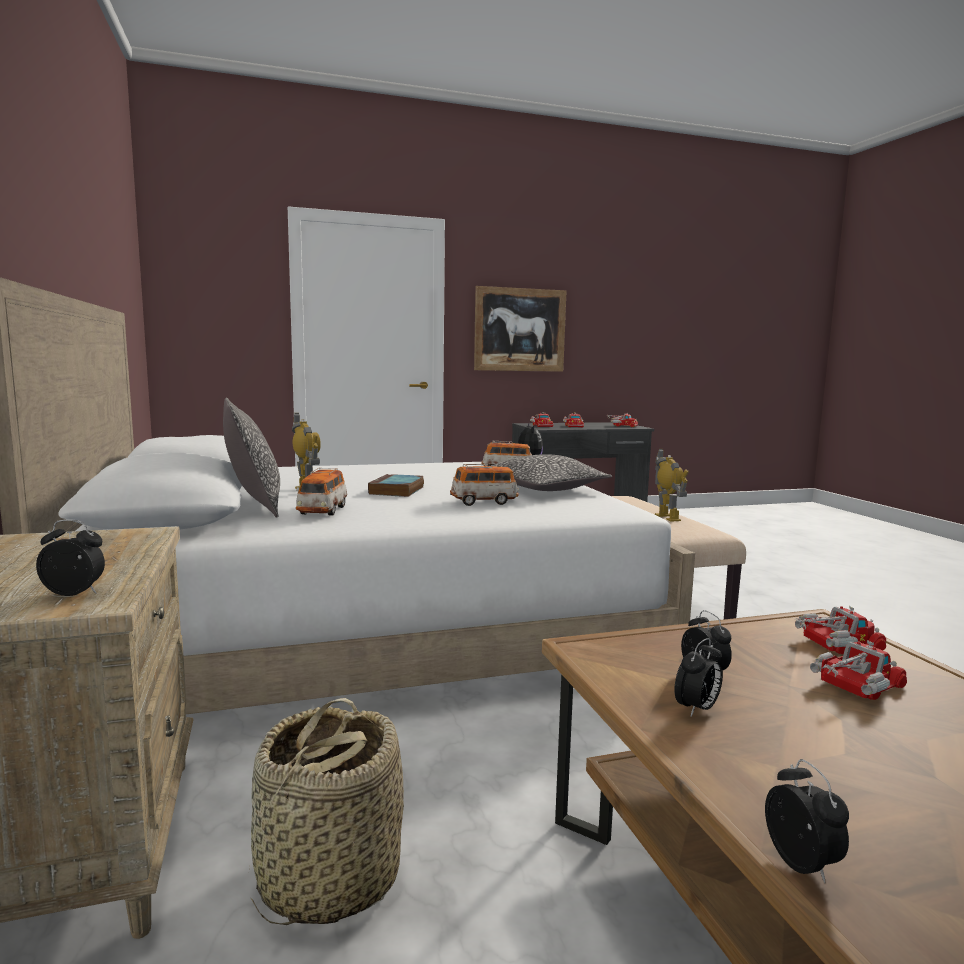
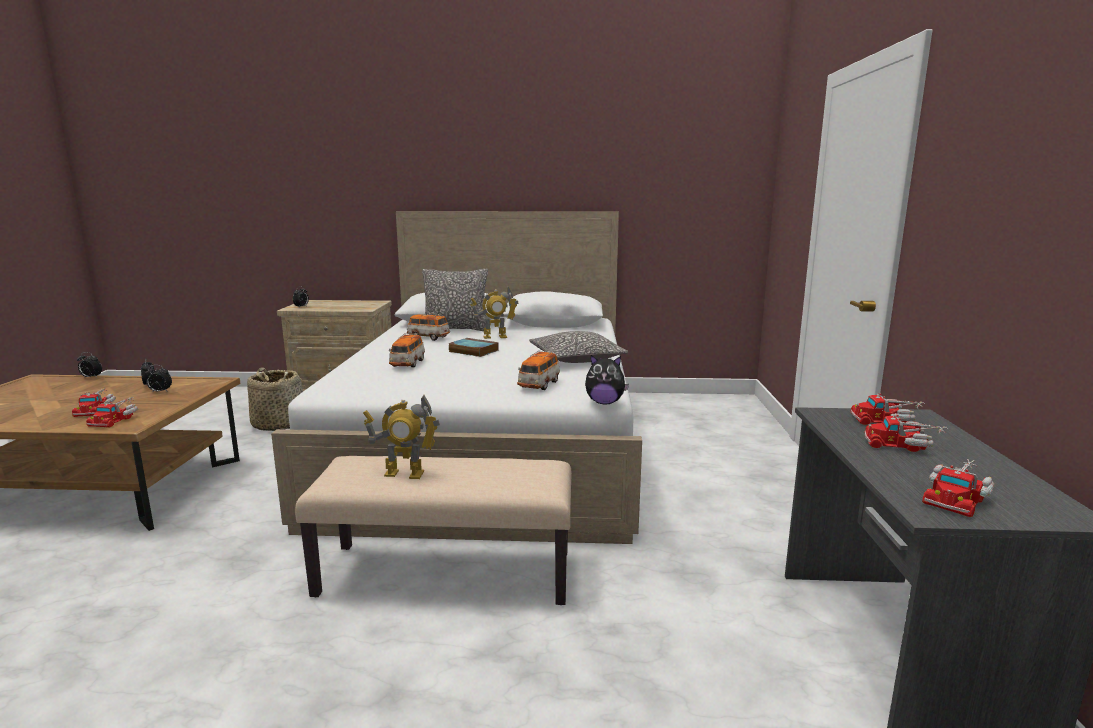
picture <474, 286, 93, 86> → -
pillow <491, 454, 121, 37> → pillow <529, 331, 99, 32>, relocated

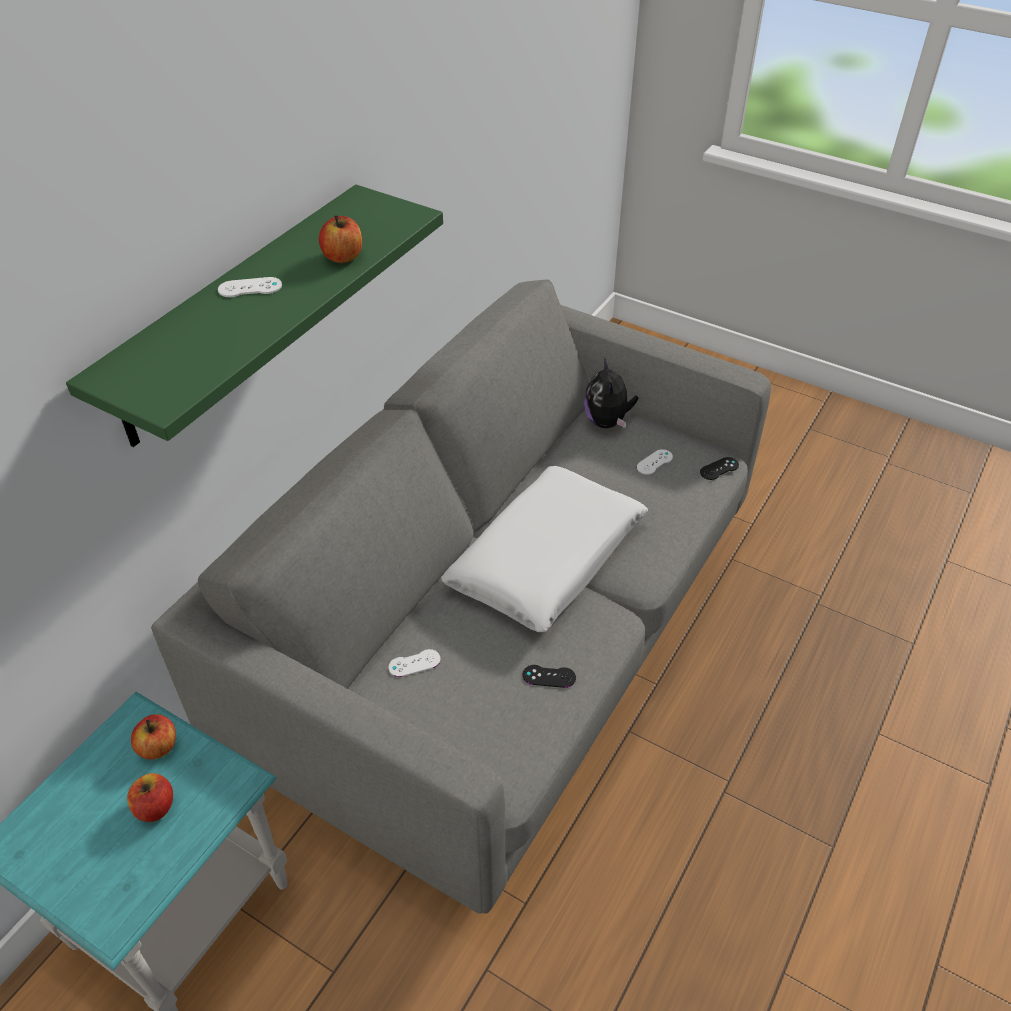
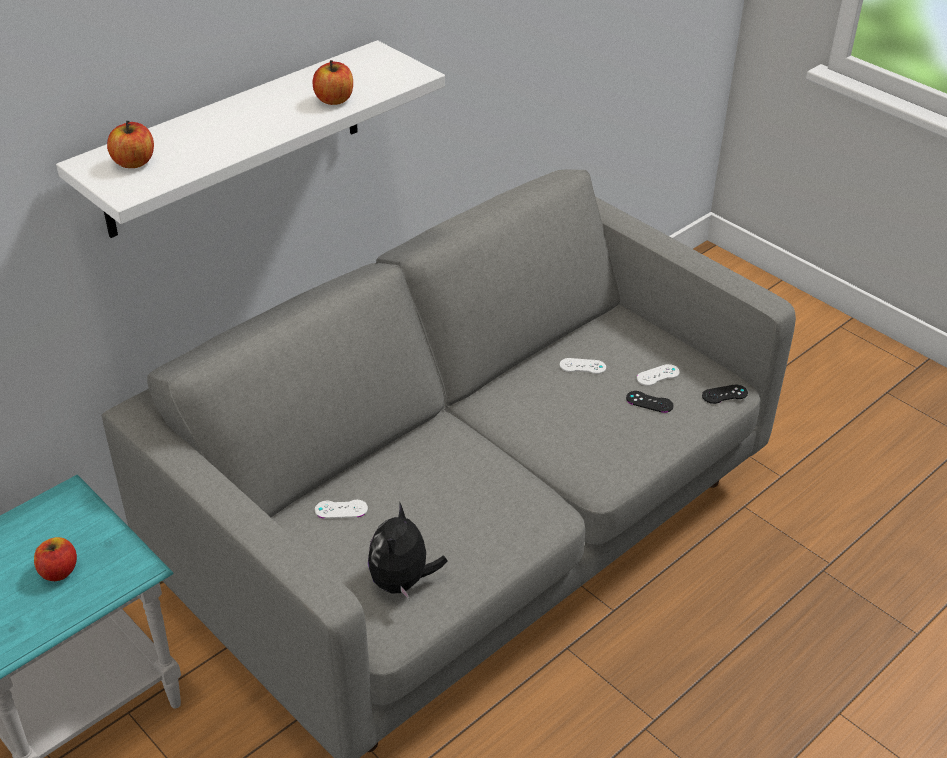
white pillow <441, 466, 207, 166> → -
apple <131, 714, 45, 45> → apple <107, 121, 47, 47>, relocated
white game controller <218, 277, 64, 20> → white game controller <560, 358, 46, 16>, relocated
black game controller <523, 665, 53, 23> → black game controller <626, 391, 48, 22>, relocated
plush toy <584, 358, 54, 70> → plush toy <368, 501, 80, 98>, relocated
green shelf <66, 185, 377, 262> → white shelf <56, 40, 389, 198>

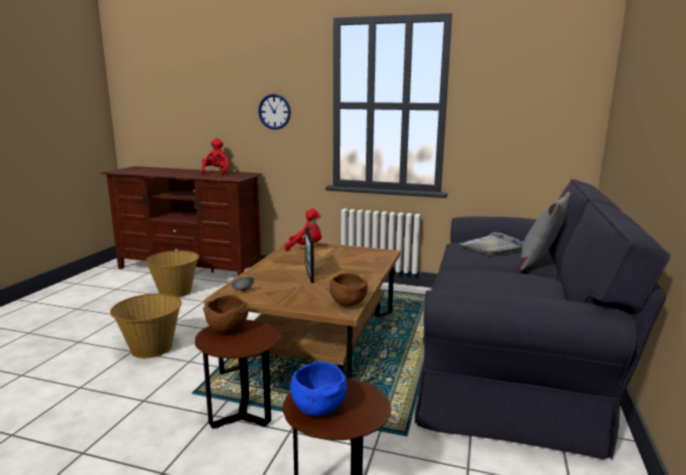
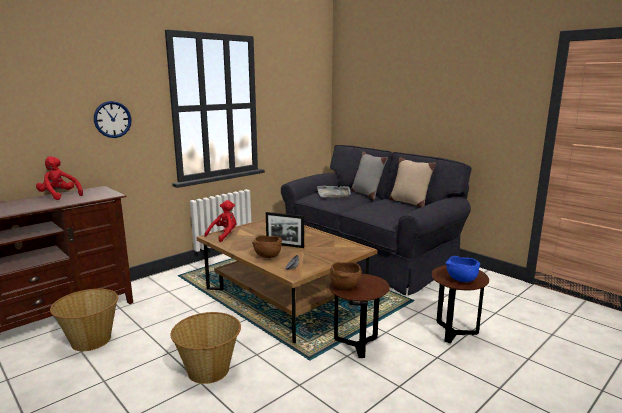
- → beige pillow <389, 157, 47, 51>
brown bowl <330, 273, 38, 33> → brown bowl <252, 235, 30, 23>, relocated

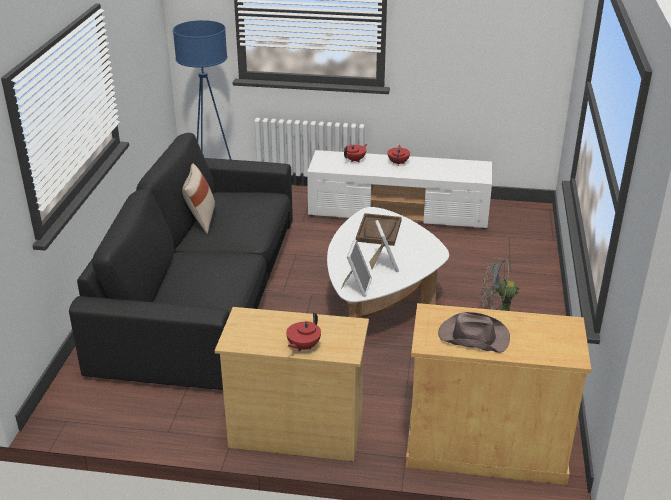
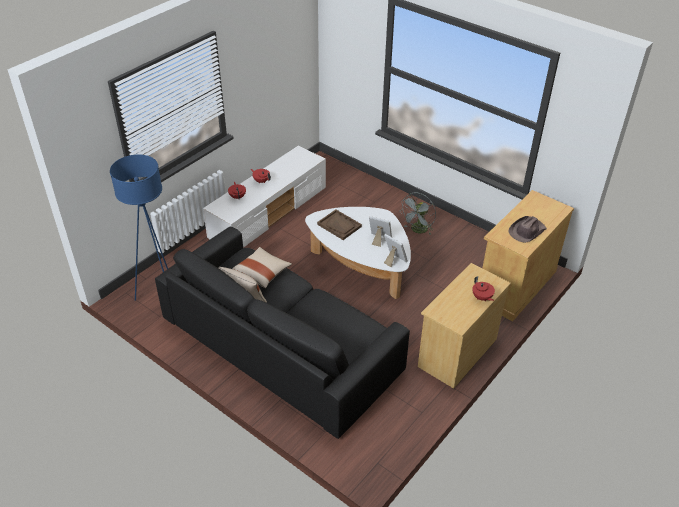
- → beige pillow <232, 247, 60, 41>

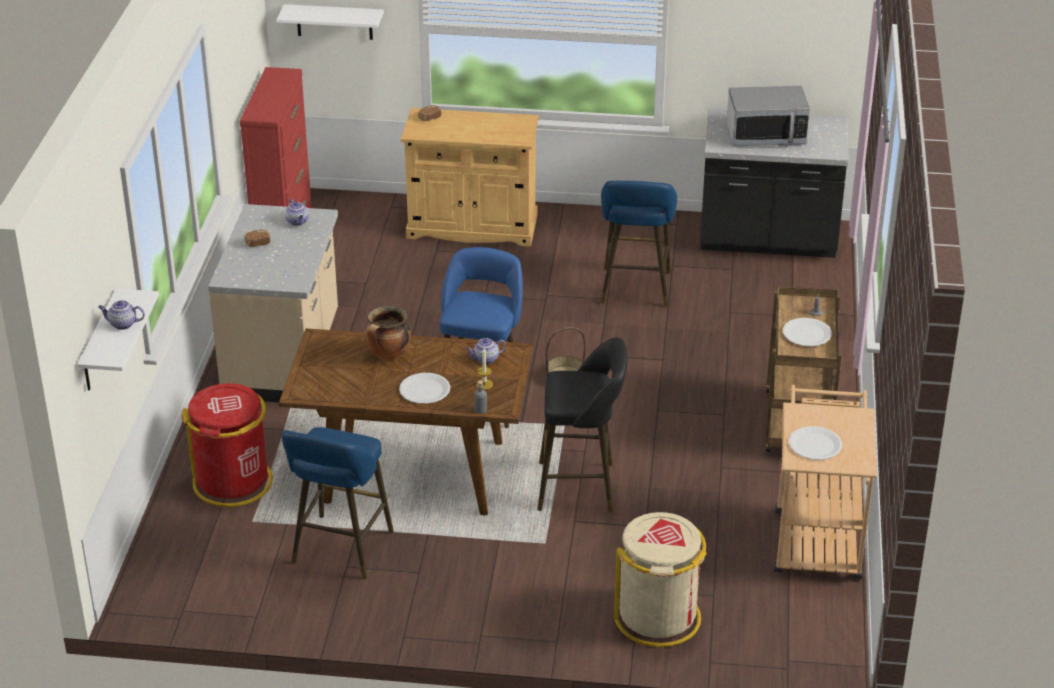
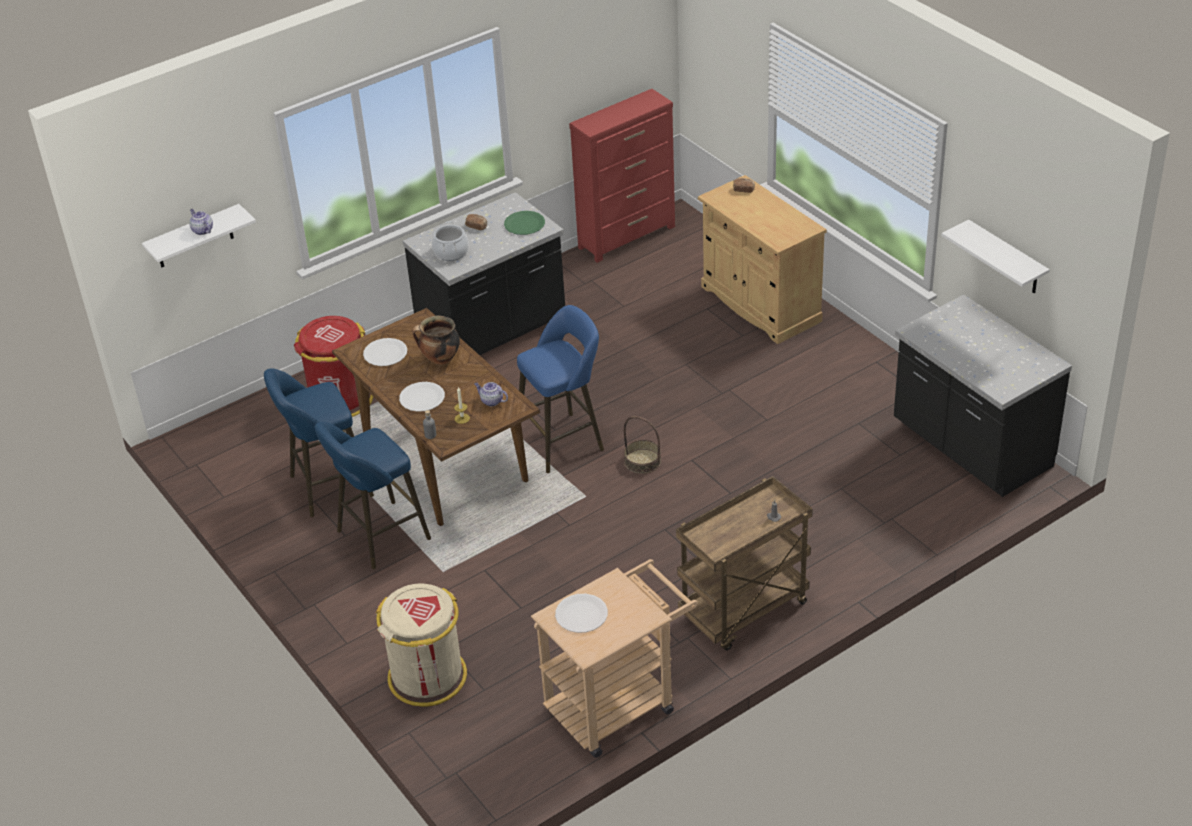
black stool <537, 337, 91, 175> → -
microwave <727, 86, 83, 60> → -
- → cooking pot <432, 221, 37, 40>
white shelf <276, 4, 108, 36> → white shelf <941, 219, 109, 74>, relocated
blue stool <600, 181, 77, 126> → blue stool <314, 422, 117, 147>, relocated
white plate <783, 318, 49, 29> → white plate <363, 338, 44, 28>, relocated
teapot <285, 199, 24, 27> → green plate <504, 211, 41, 24>
beige counter <208, 204, 130, 198> → black counter <403, 192, 162, 163>

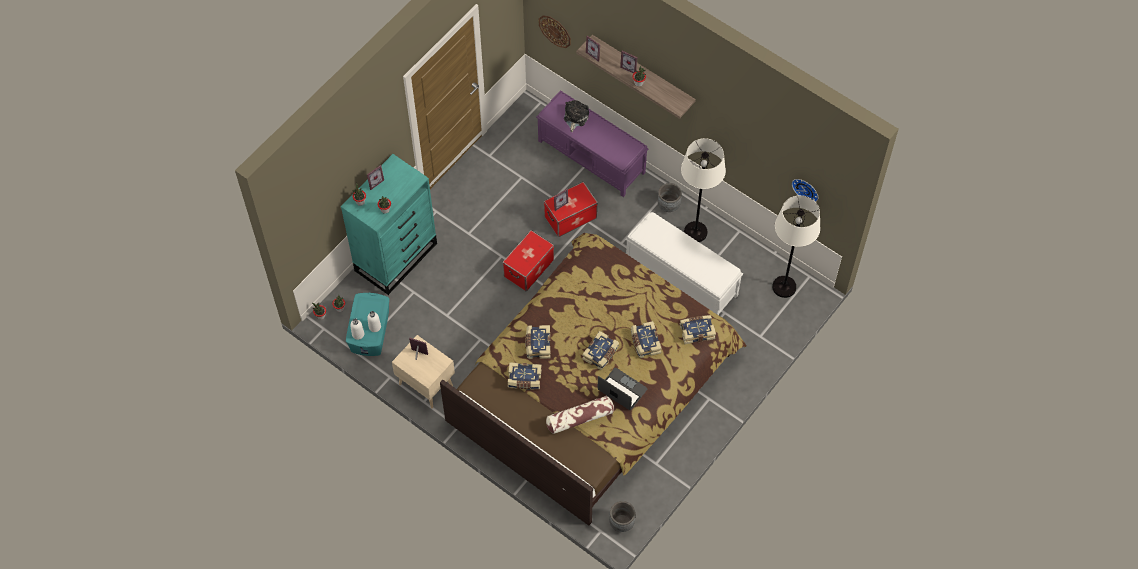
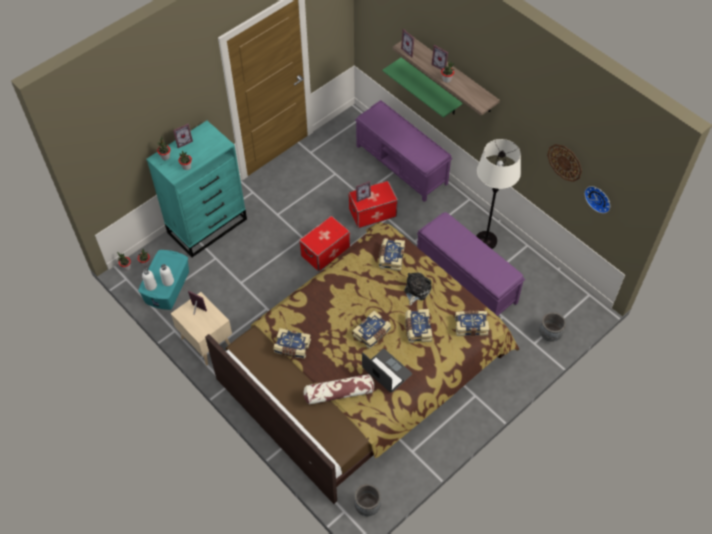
white floor lamp <772, 195, 48, 103> → -
- → green shelf <382, 57, 80, 61>
book <525, 325, 26, 34> → book <379, 238, 26, 33>, relocated
wall clock <539, 15, 32, 33> → wall clock <547, 144, 35, 38>, relocated
plush toy <564, 100, 25, 32> → plush toy <404, 272, 28, 33>, relocated
grey planter <658, 183, 24, 29> → grey planter <539, 312, 27, 30>, relocated
white bench <626, 212, 117, 103> → purple bench <417, 212, 108, 104>

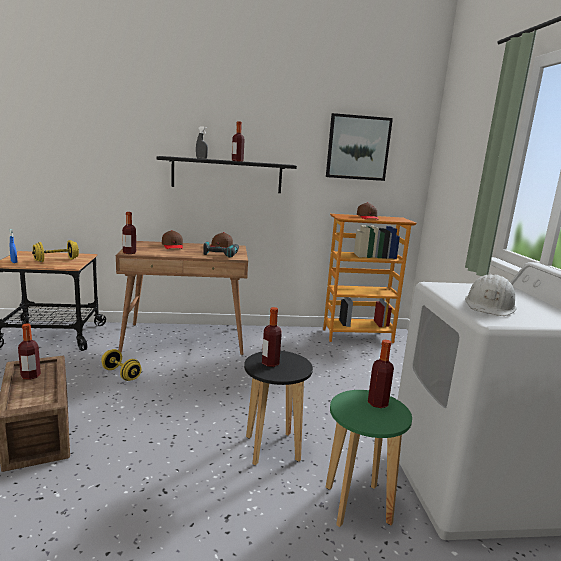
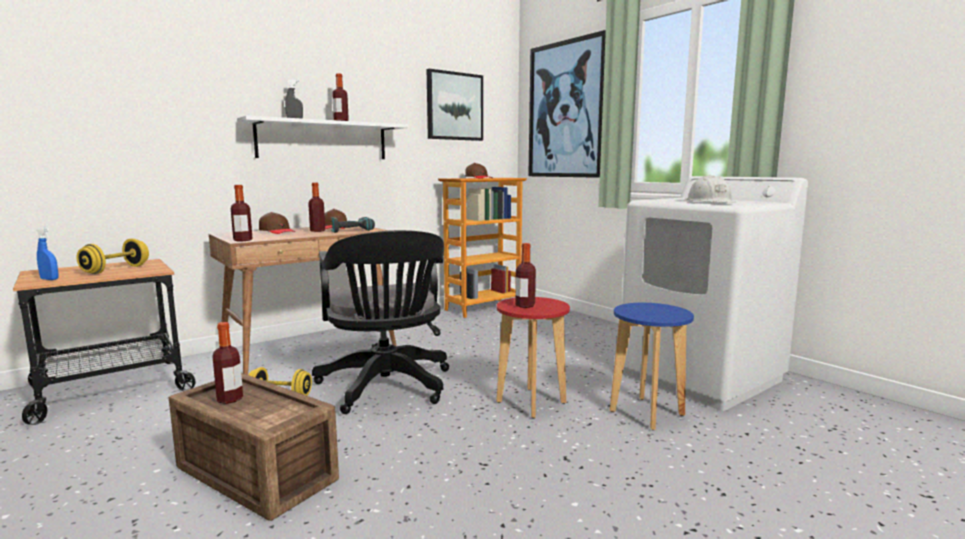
- → black office chair <312, 230, 137, 184>
- → picture <528, 30, 78, 148>
bottle <368, 340, 26, 68> → bottle <308, 183, 17, 49>, relocated
black shelf <157, 156, 140, 37> → white shelf <237, 115, 172, 44>
black stool <244, 351, 69, 114> → red stool <497, 297, 73, 121>
green stool <326, 390, 86, 137> → blue stool <610, 303, 84, 127>

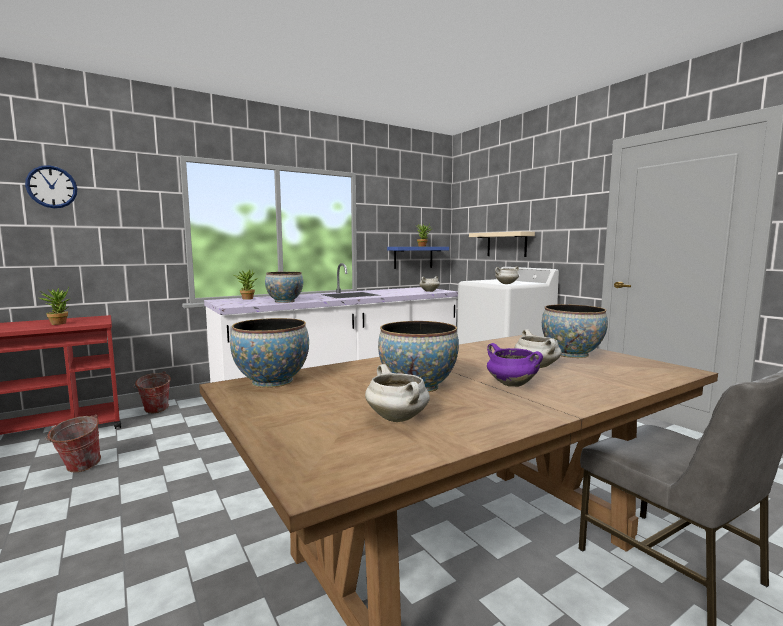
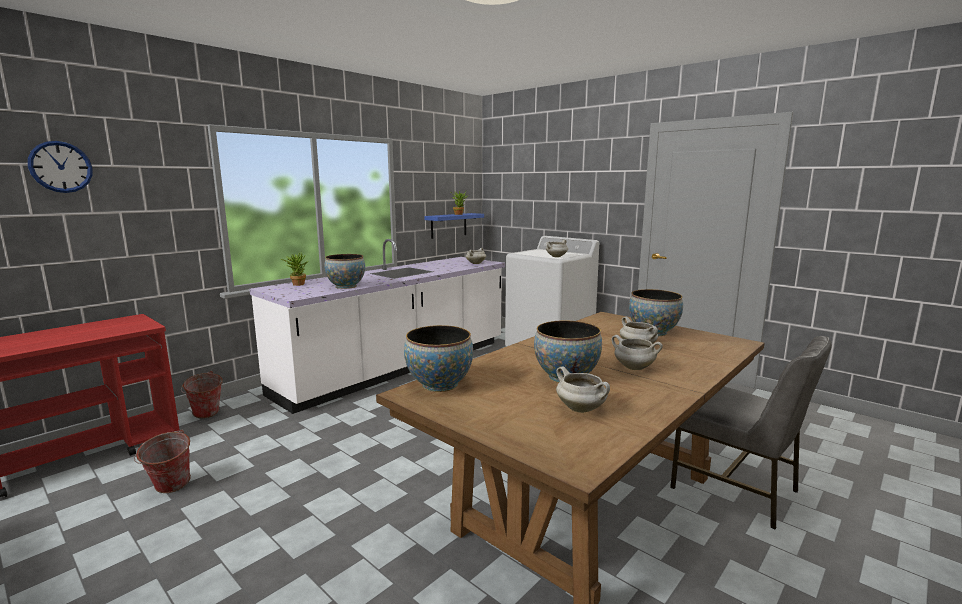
potted plant <40, 287, 30, 38> → -
beige shelf <469, 231, 66, 26> → -
purple cooking pot <487, 343, 56, 44> → white cooking pot <611, 335, 52, 35>

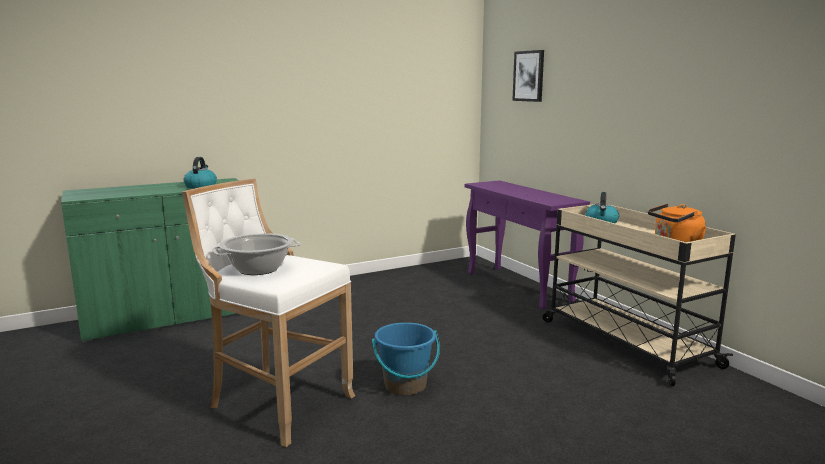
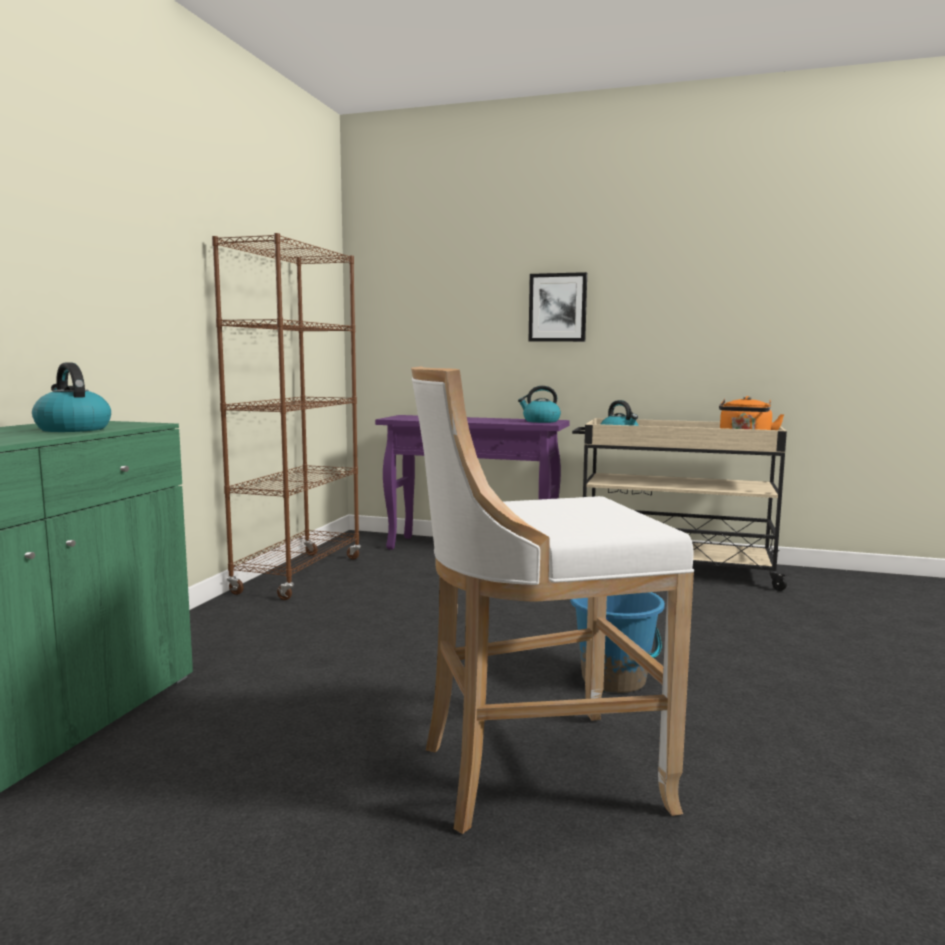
cooking pot <212, 233, 89, 42> → -
- → brown bookcase <212, 233, 149, 367>
- → kettle <518, 386, 43, 37>
picture <512, 50, 32, 52> → picture <529, 272, 58, 70>, relocated

